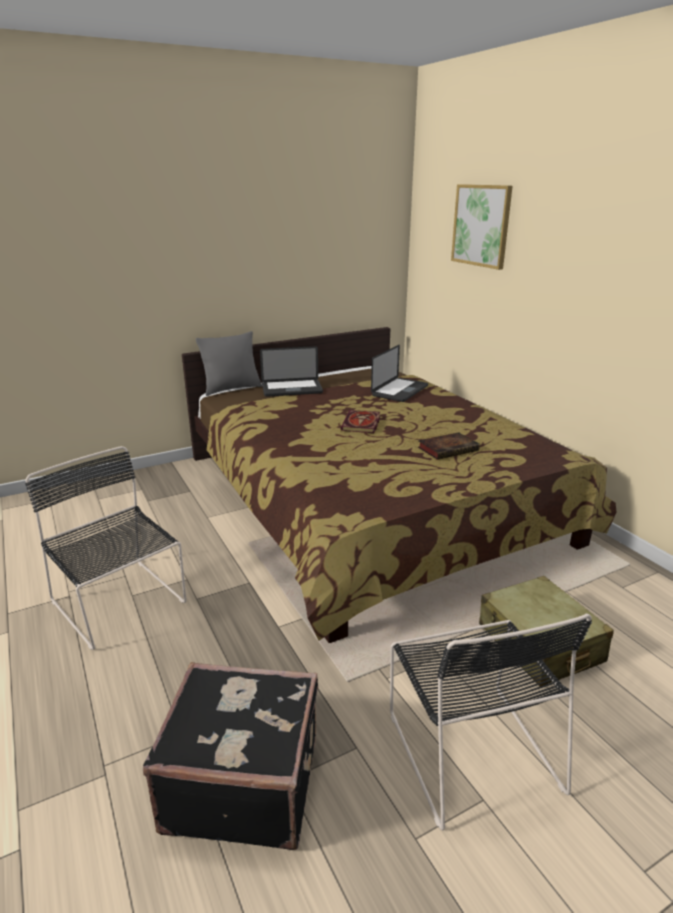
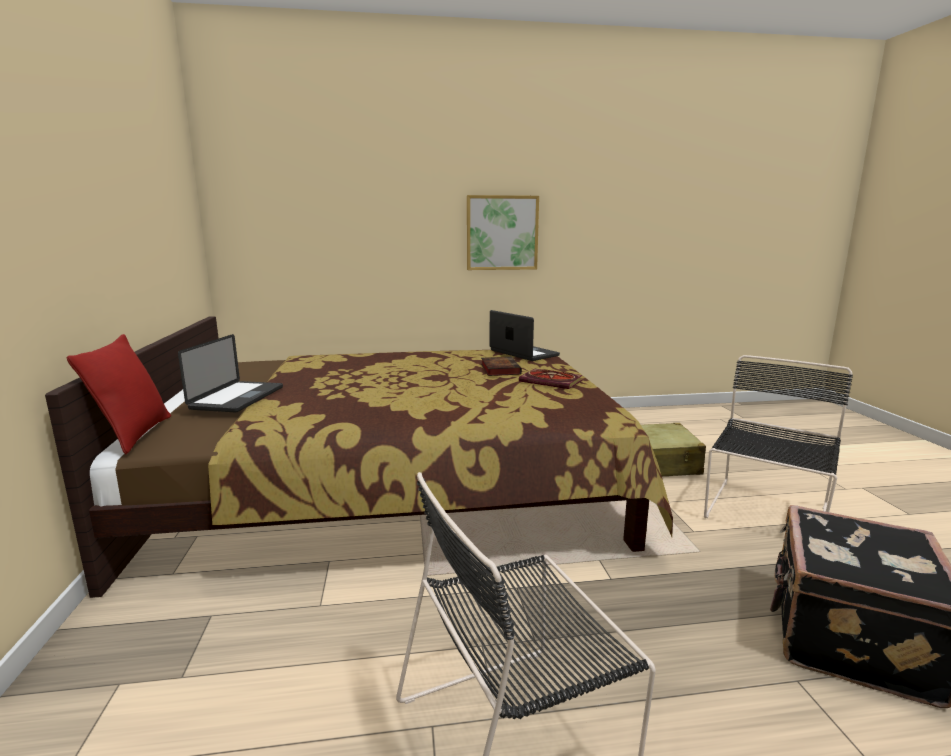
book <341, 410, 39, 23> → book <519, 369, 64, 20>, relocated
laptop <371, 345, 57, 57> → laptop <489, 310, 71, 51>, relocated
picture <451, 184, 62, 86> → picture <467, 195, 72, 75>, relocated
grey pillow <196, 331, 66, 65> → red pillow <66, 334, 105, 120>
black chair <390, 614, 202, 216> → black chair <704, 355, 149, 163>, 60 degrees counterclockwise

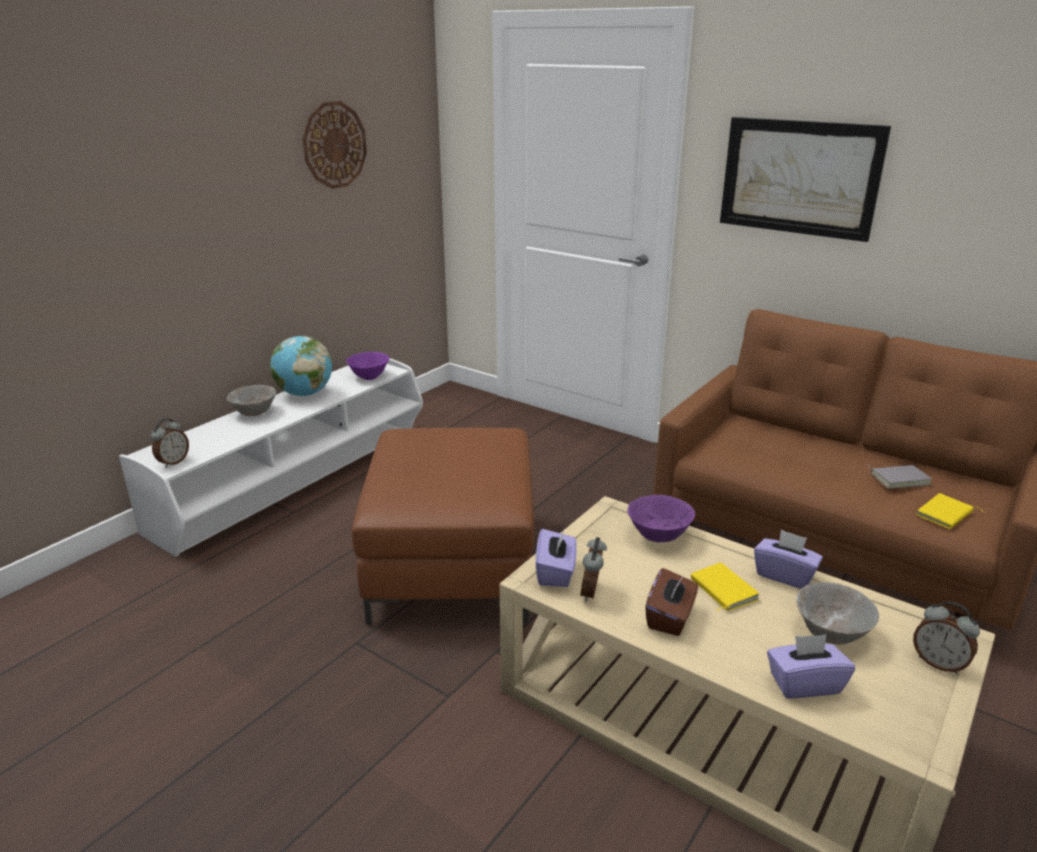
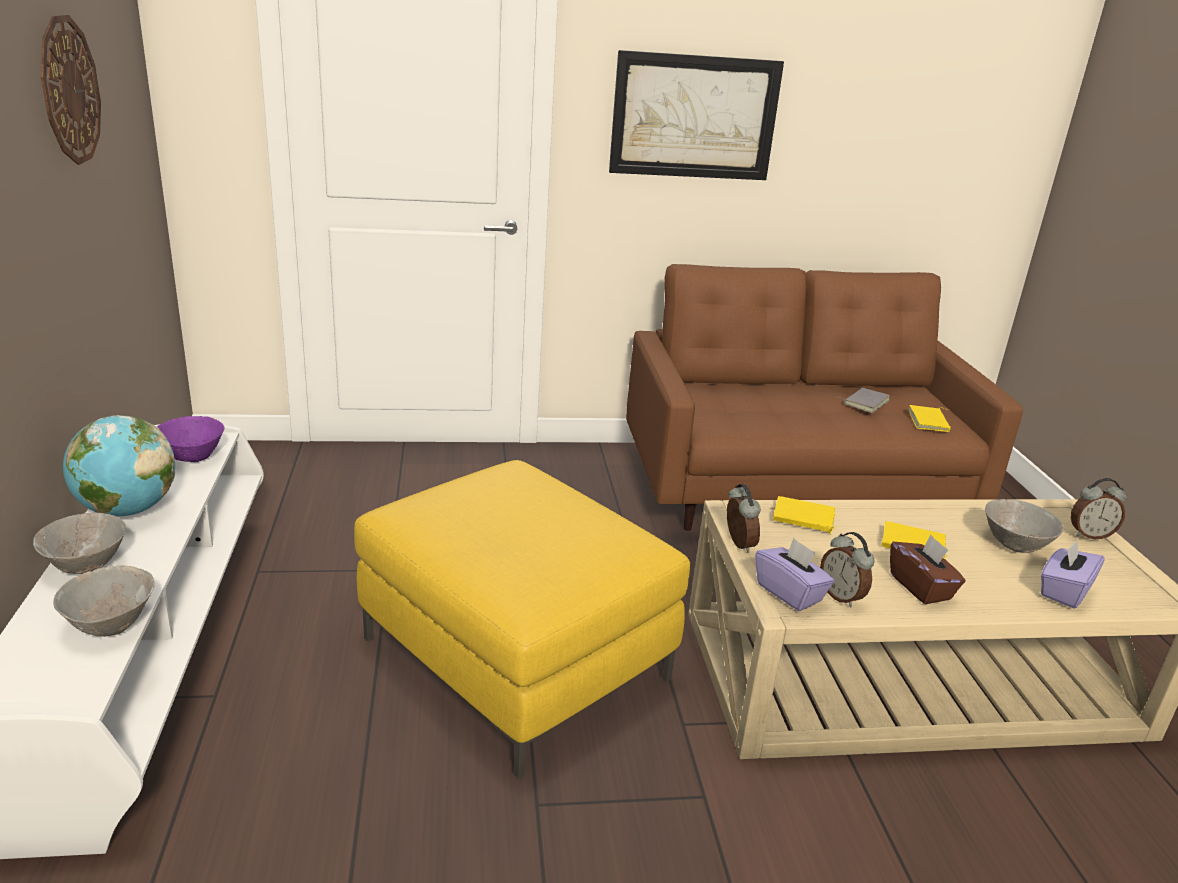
purple tissue box <754, 529, 69, 60> → -
- → grey bowl <53, 565, 102, 72>
alarm clock <151, 418, 38, 50> → alarm clock <727, 484, 34, 69>, relocated
purple bowl <627, 495, 68, 47> → yellow book <773, 496, 62, 39>
brown ottoman <351, 428, 183, 197> → yellow ottoman <354, 460, 336, 319>

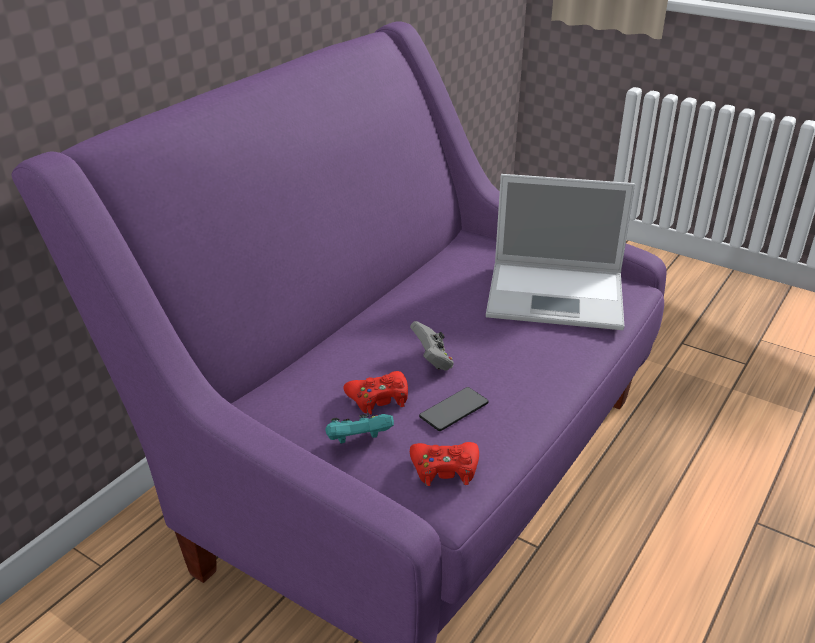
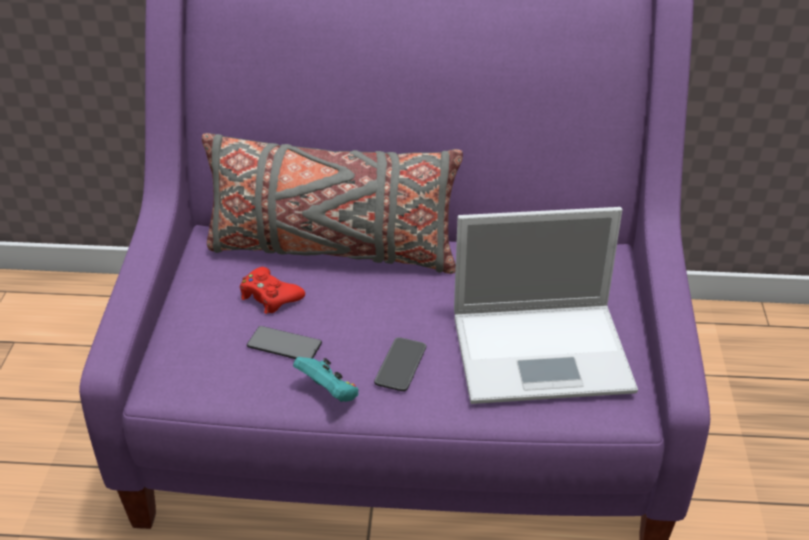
grey game controller <410, 321, 44, 50> → -
red game controller <410, 442, 69, 44> → -
- → grey pillow <202, 133, 261, 141>
- → phone <374, 337, 52, 54>
turquoise game controller <326, 414, 68, 30> → turquoise game controller <293, 357, 66, 45>, relocated
laptop <486, 174, 149, 156> → laptop <454, 207, 184, 197>, 75 degrees counterclockwise

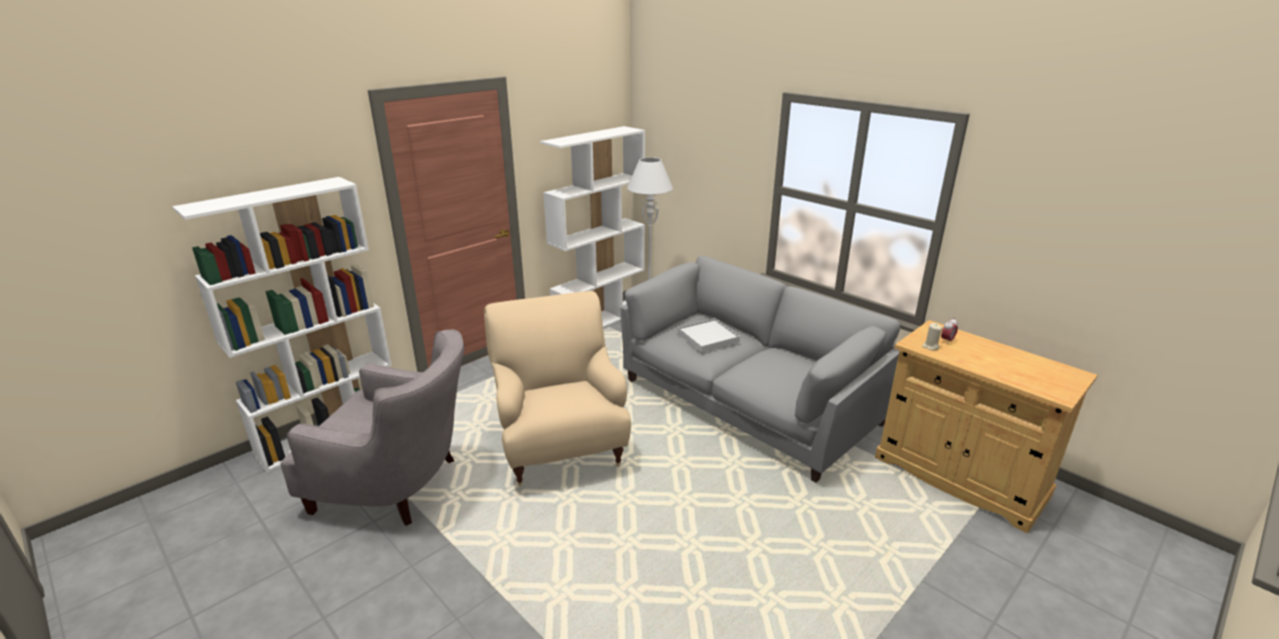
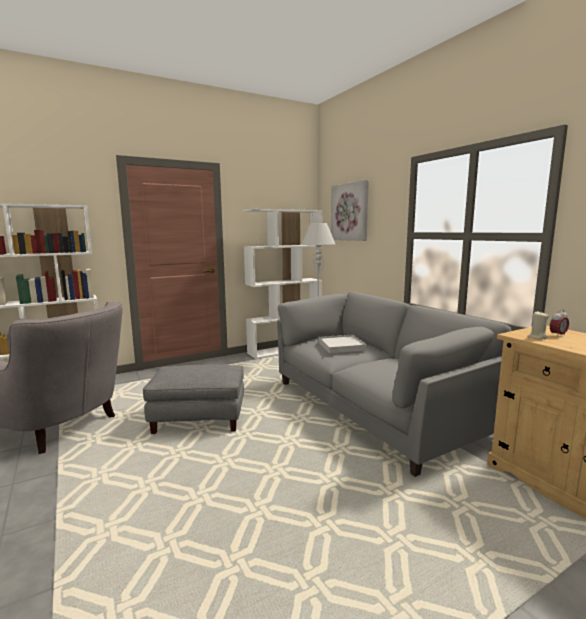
- → picture <331, 180, 38, 61>
beige armchair <484, 291, 147, 196> → grey ottoman <143, 365, 101, 69>

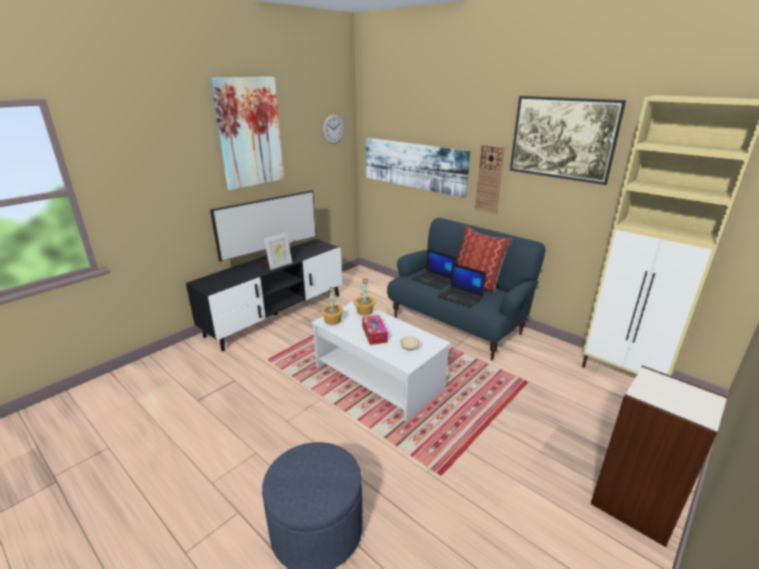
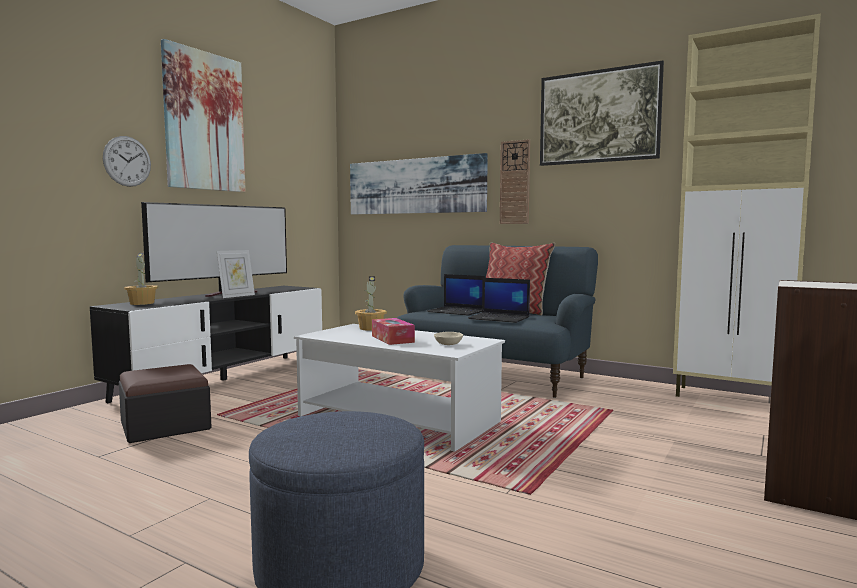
- → ottoman <119, 364, 93, 79>
potted plant <321, 287, 23, 38> → potted plant <124, 253, 34, 52>, relocated
wall clock <323, 114, 21, 30> → wall clock <103, 136, 48, 51>, relocated

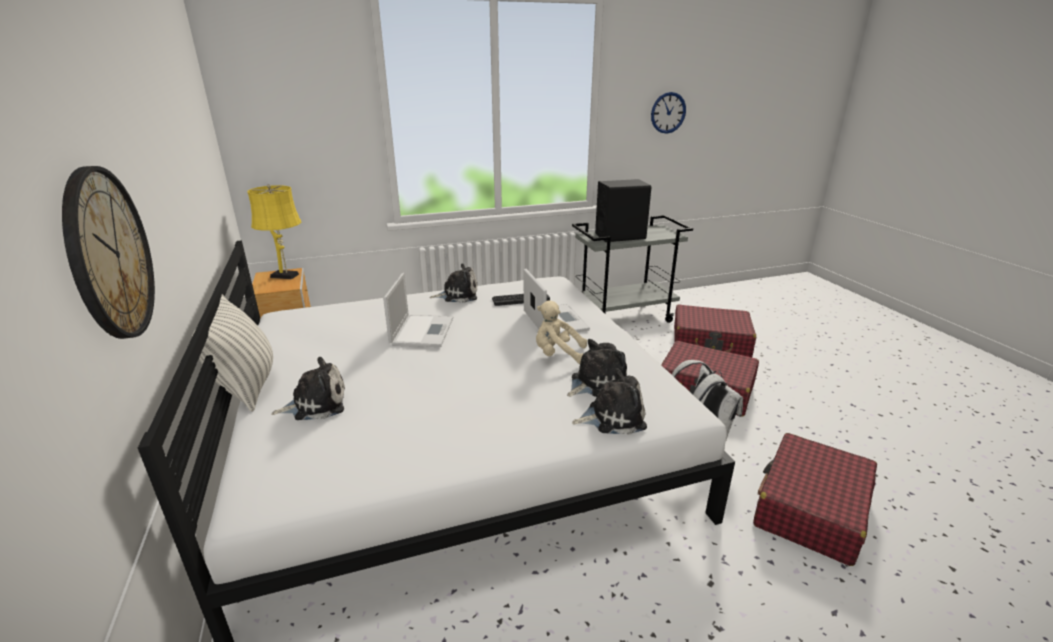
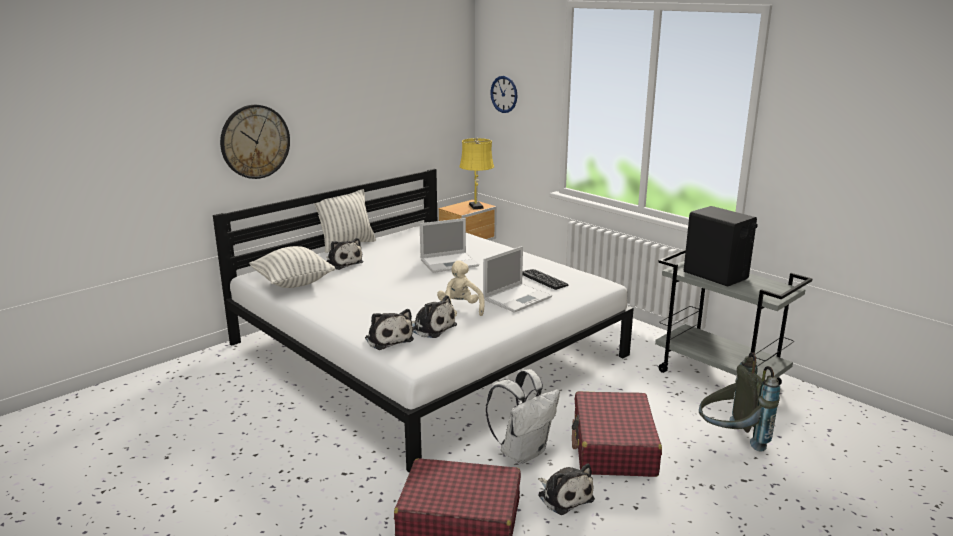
- → pillow <249, 246, 86, 42>
plush toy <429, 263, 48, 40> → plush toy <538, 464, 57, 51>, relocated
wall clock <651, 92, 35, 42> → wall clock <490, 76, 27, 37>, relocated
red suitcase <674, 305, 82, 52> → grey backpack <699, 352, 81, 100>

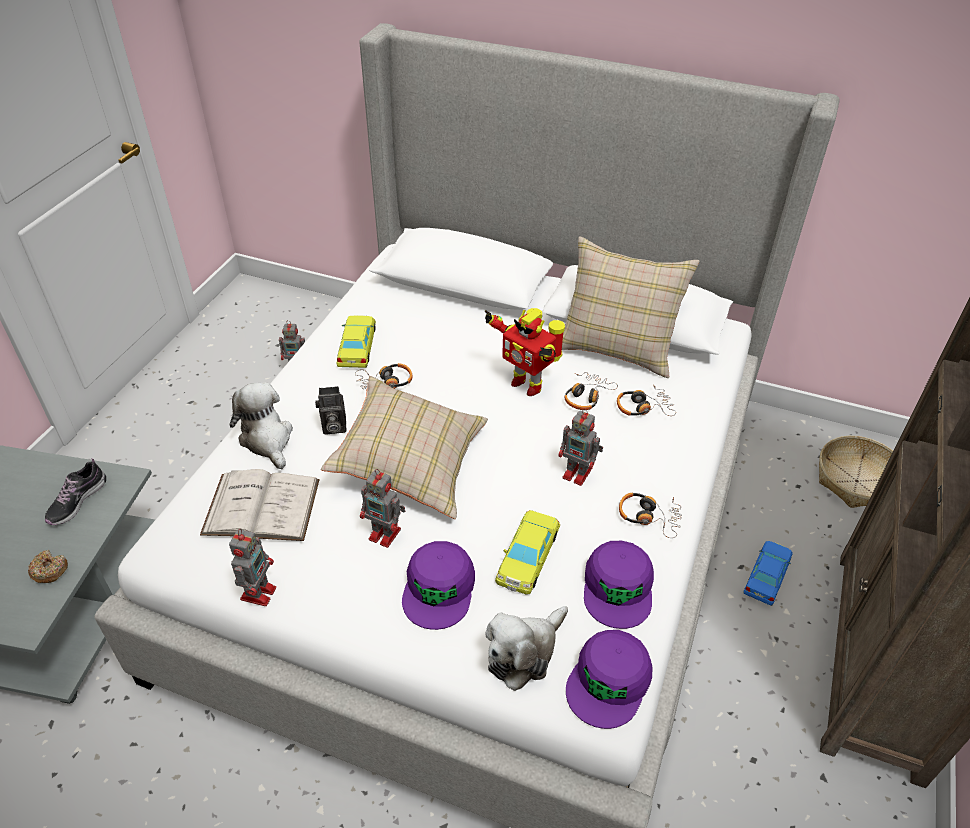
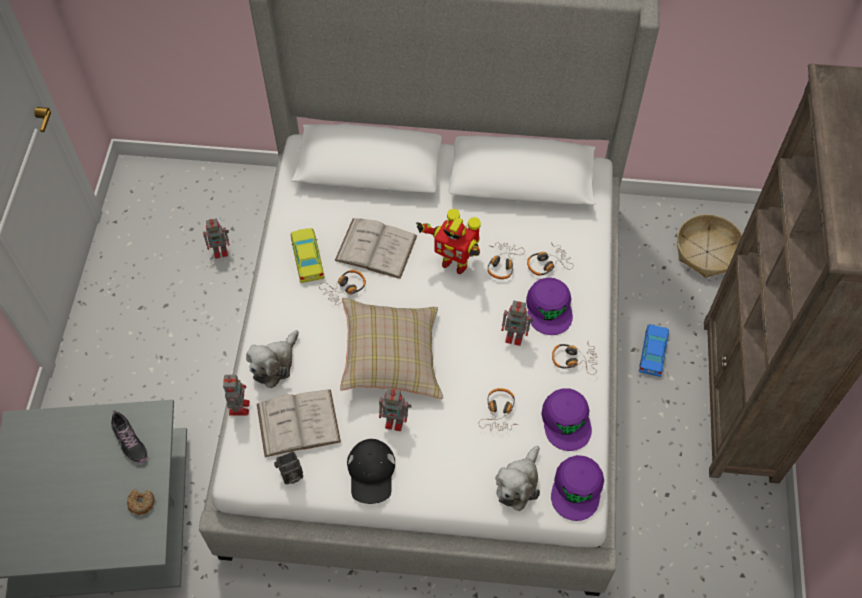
beige pillow <562, 236, 138, 142> → -
- → white book <335, 218, 82, 61>
- → black cap <347, 439, 48, 65>
toy robot <229, 529, 47, 77> → toy robot <223, 375, 27, 41>, relocated
photo camera <315, 386, 32, 48> → photo camera <274, 451, 29, 33>, relocated
purple cap <402, 541, 73, 89> → purple cap <526, 278, 47, 57>, relocated
yellow toy car <495, 510, 65, 85> → headphones <479, 388, 40, 43>
shoe <45, 458, 61, 67> → shoe <111, 410, 37, 54>, 45 degrees counterclockwise
plush toy <229, 382, 64, 87> → plush toy <246, 330, 53, 58>, 105 degrees counterclockwise

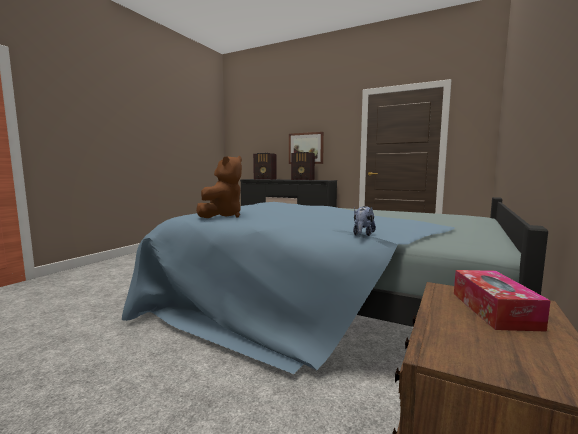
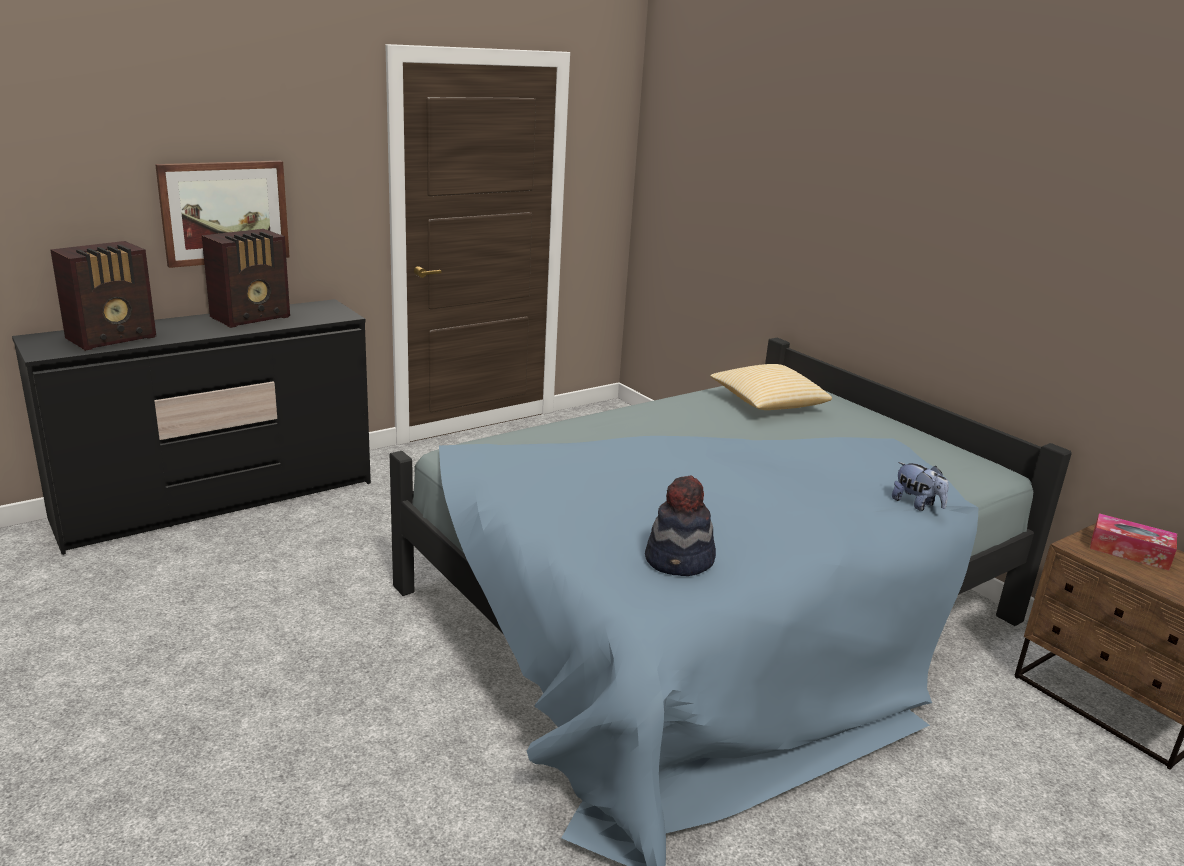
- → pillow <710, 364, 122, 46>
brown plush toy <196, 156, 46, 62> → hat <645, 475, 71, 101>

